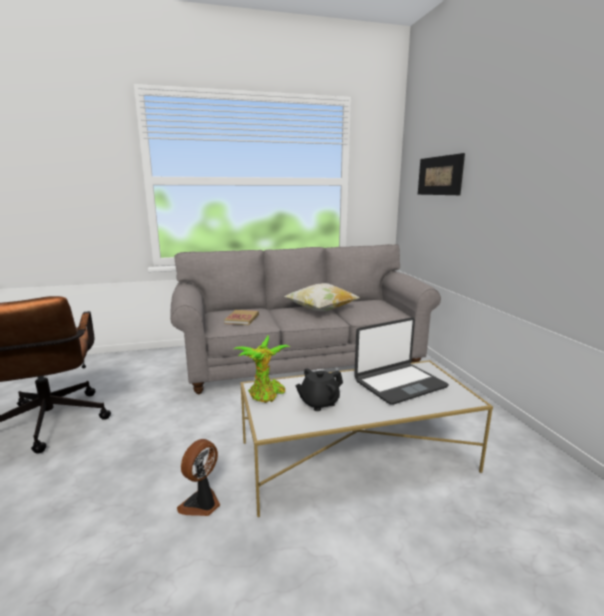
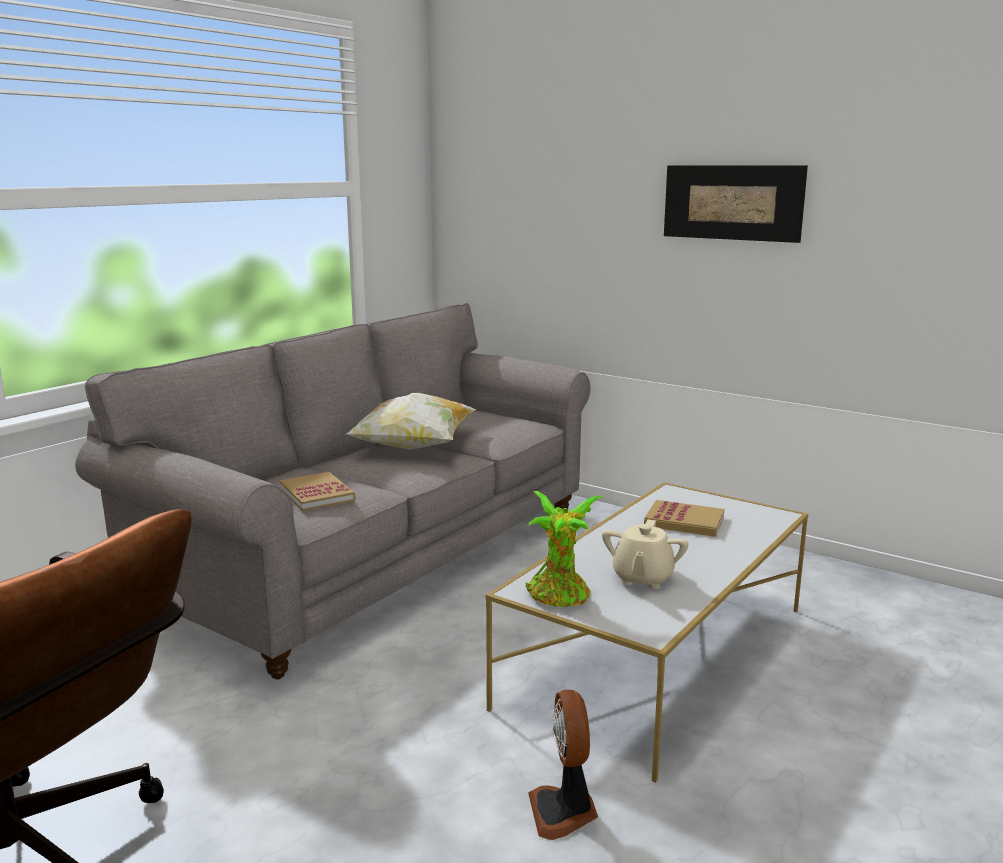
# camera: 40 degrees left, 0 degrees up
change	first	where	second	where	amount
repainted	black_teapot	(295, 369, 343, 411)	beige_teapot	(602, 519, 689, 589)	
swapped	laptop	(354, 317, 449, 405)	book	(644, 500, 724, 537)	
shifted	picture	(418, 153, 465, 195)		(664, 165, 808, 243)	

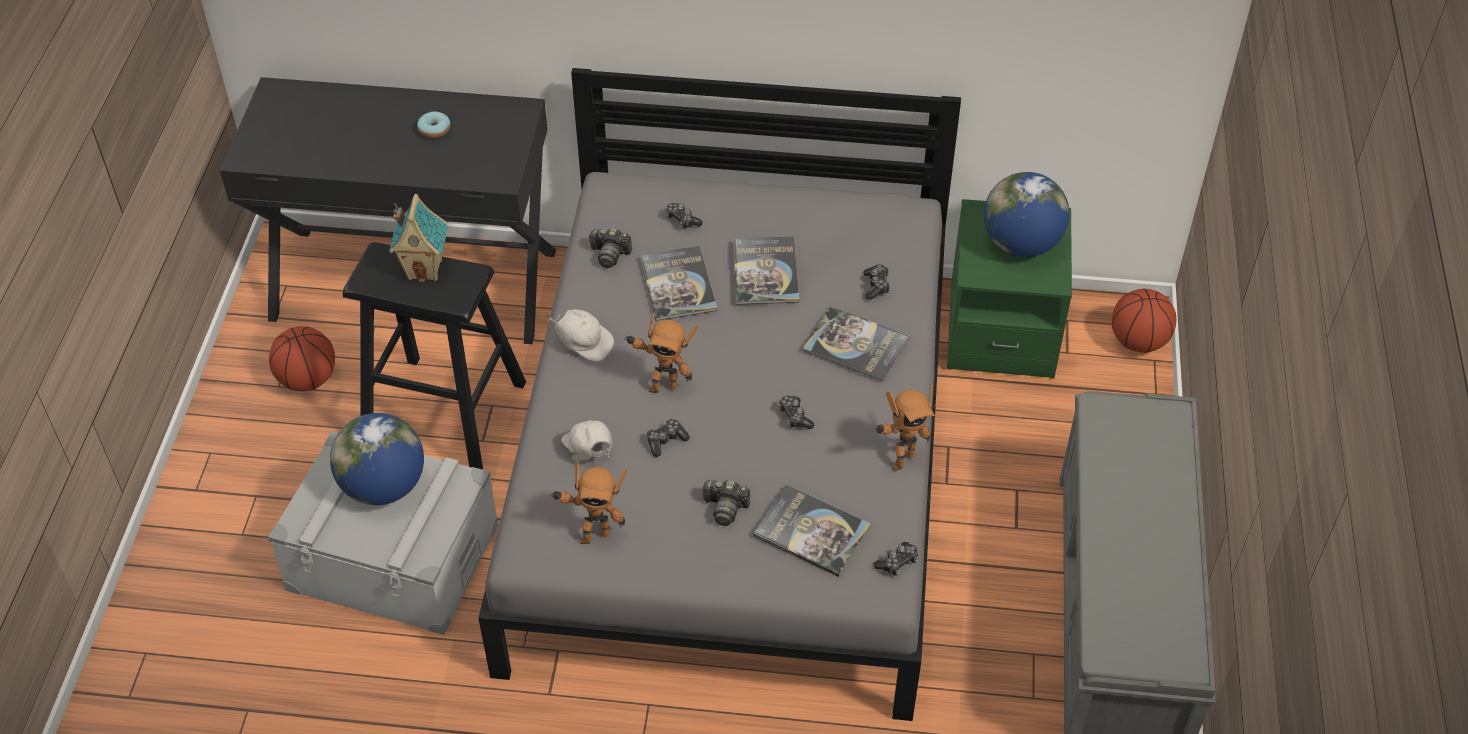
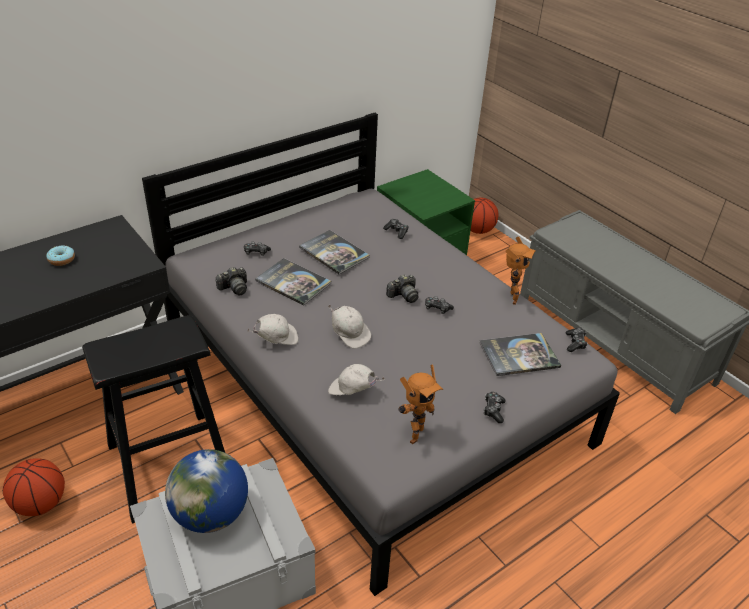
# camera: 45 degrees left, 10 degrees down
change	first	where	second	where	amount
swapped	toy_robot	(624, 312, 698, 393)	white_cap	(328, 305, 371, 349)	
shifted	photo_camera	(702, 480, 750, 526)		(386, 274, 418, 303)	
shifted	game_controller	(647, 419, 690, 457)		(484, 392, 506, 423)	
gone	toy_house	(389, 194, 448, 282)			
gone	book	(803, 306, 910, 381)			
gone	globe	(984, 172, 1069, 257)			

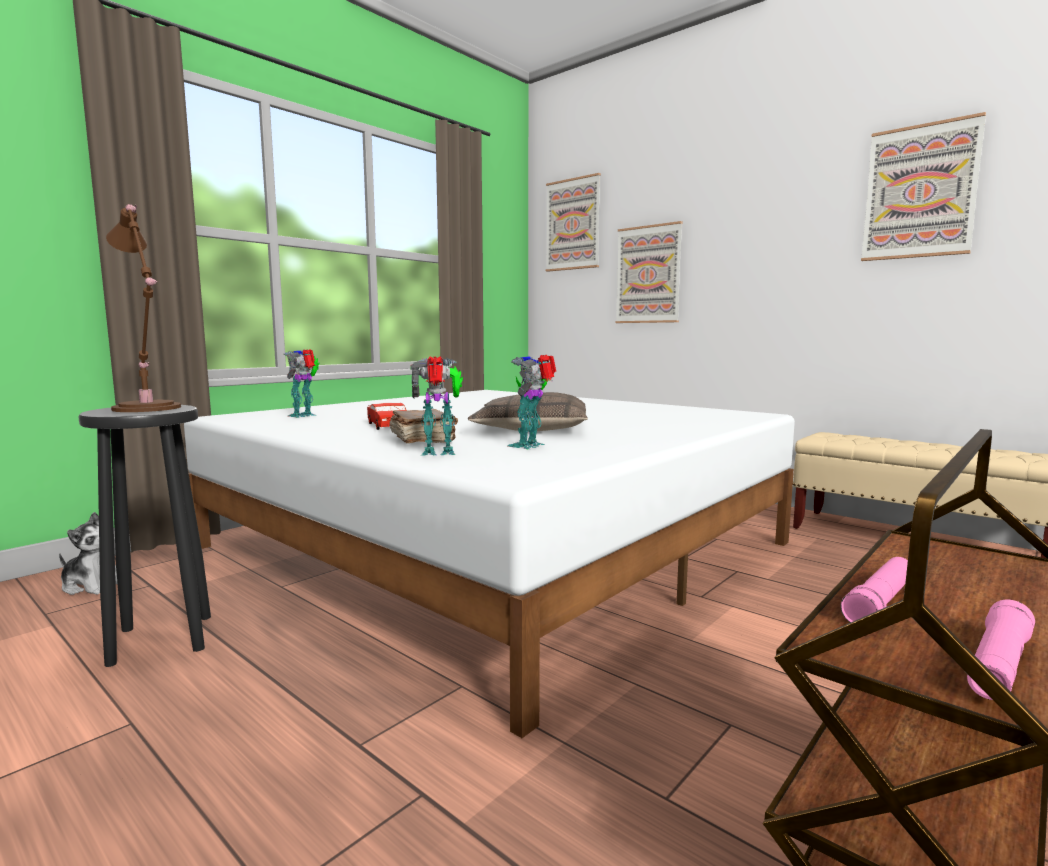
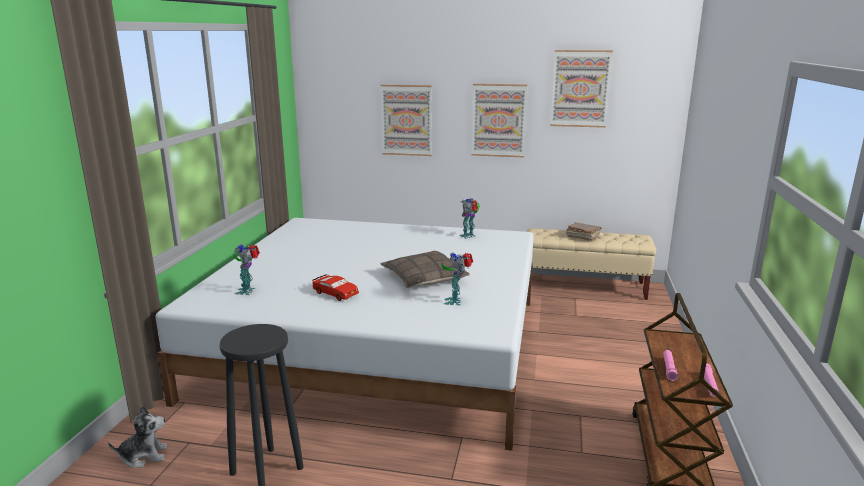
# camera: 30 degrees left, 10 degrees up
change	first	where	second	where	amount
shifted	toy_robot	(410, 357, 463, 456)		(459, 198, 480, 239)	
shifted	picture	(546, 173, 601, 272)		(472, 84, 528, 157)	
shifted	brown_book	(389, 409, 458, 443)		(566, 222, 601, 241)	
gone	brown_table_lamp	(106, 204, 181, 412)			

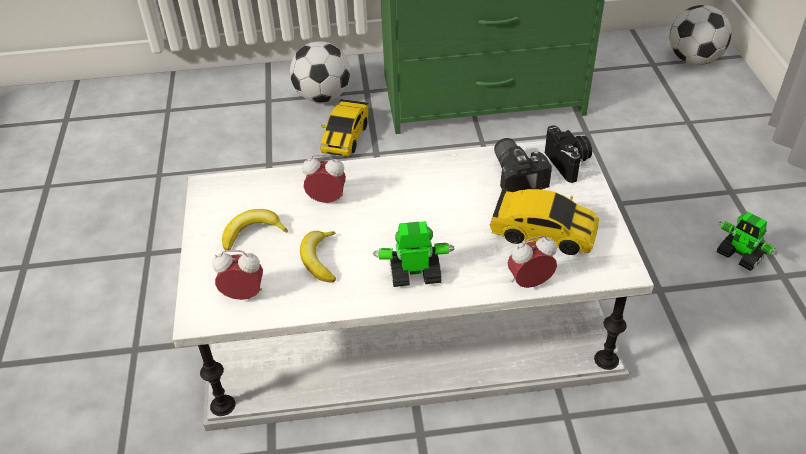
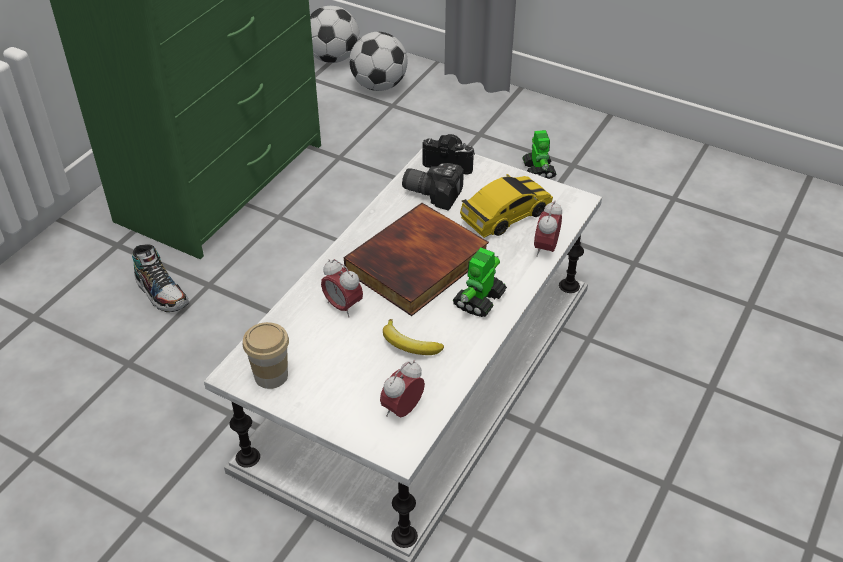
# camera: 55 degrees left, 0 degrees up
change	first	where	second	where	amount
swapped	toy_car	(320, 99, 369, 157)	shoe	(132, 244, 189, 312)	
new			cup	(243, 322, 289, 389)	
rotated	alarm_clock	(302, 155, 346, 203)		(321, 259, 363, 318)	90 degrees counterclockwise
new			book	(344, 203, 489, 316)	
shifted	football	(290, 41, 350, 103)		(350, 32, 407, 91)	
rotated	toy_robot	(716, 212, 778, 271)		(522, 130, 557, 179)	90 degrees counterclockwise
gone	banana	(222, 209, 288, 250)			

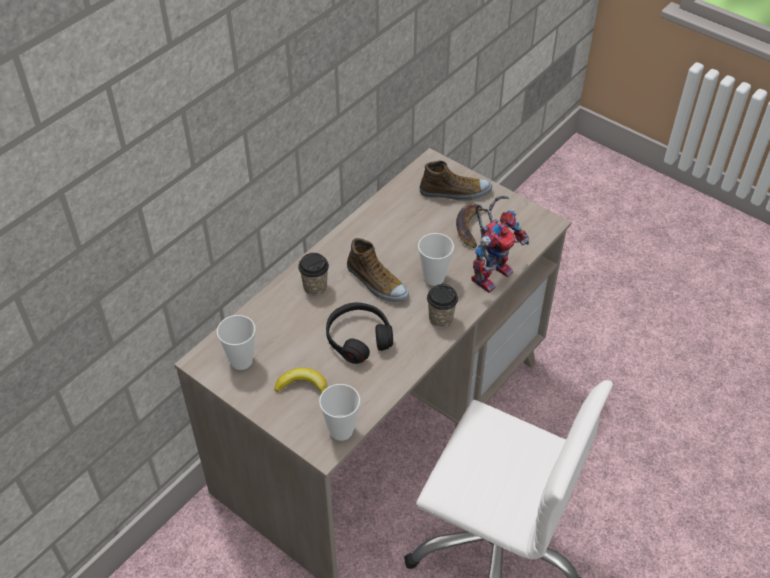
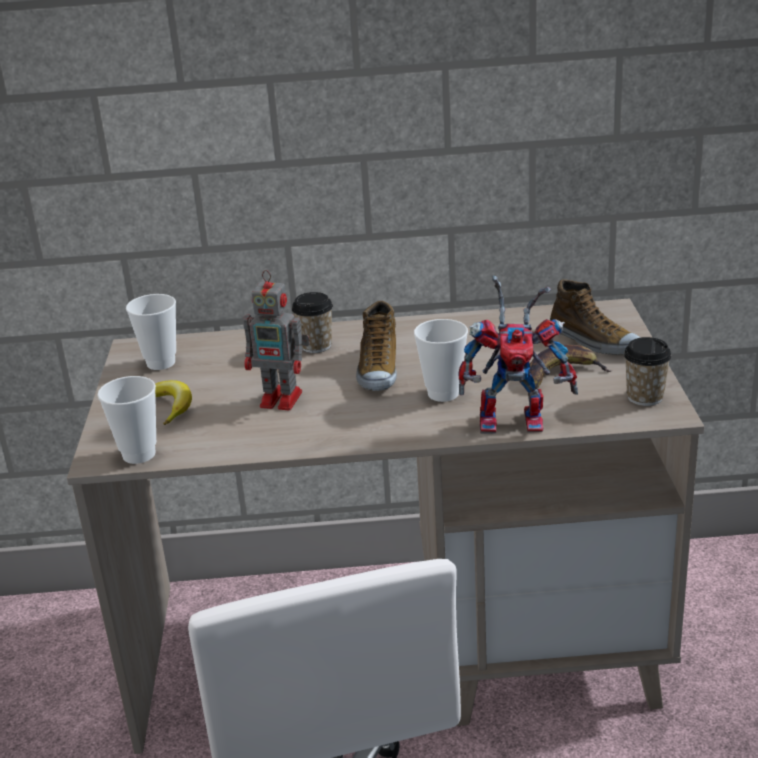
# camera: 50 degrees right, 20 degrees down
change	first	where	second	where	amount
swapped	black_headphones	(326, 303, 393, 364)	toy_robot	(243, 270, 310, 410)	
shifted	cup	(427, 284, 458, 328)		(624, 337, 672, 406)	

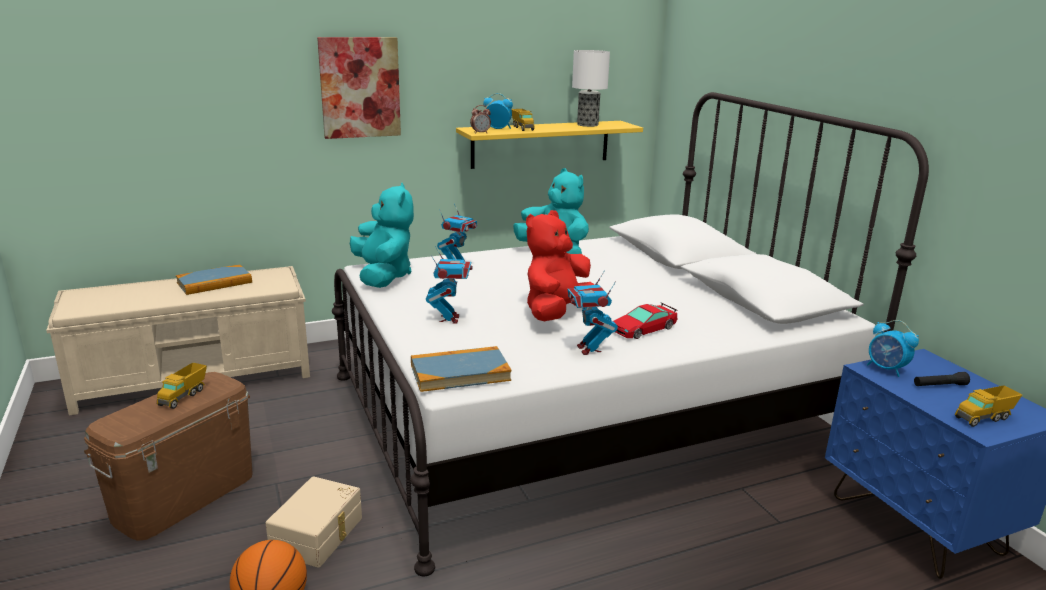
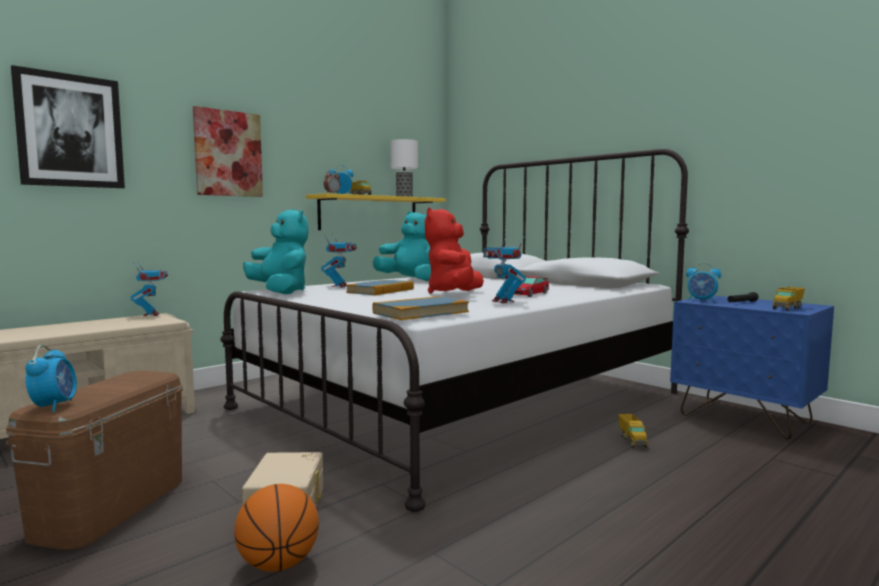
# camera: 20 degrees left, 15 degrees down
change	first	where	second	where	amount
new			picture	(11, 65, 125, 188)	
new			alarm_clock	(26, 345, 77, 412)	
shifted	toy_robot	(426, 246, 473, 324)		(131, 261, 168, 316)	
shifted	book	(176, 264, 252, 295)		(346, 280, 414, 295)	
shifted	toy_truck	(157, 363, 207, 409)		(618, 414, 648, 448)	

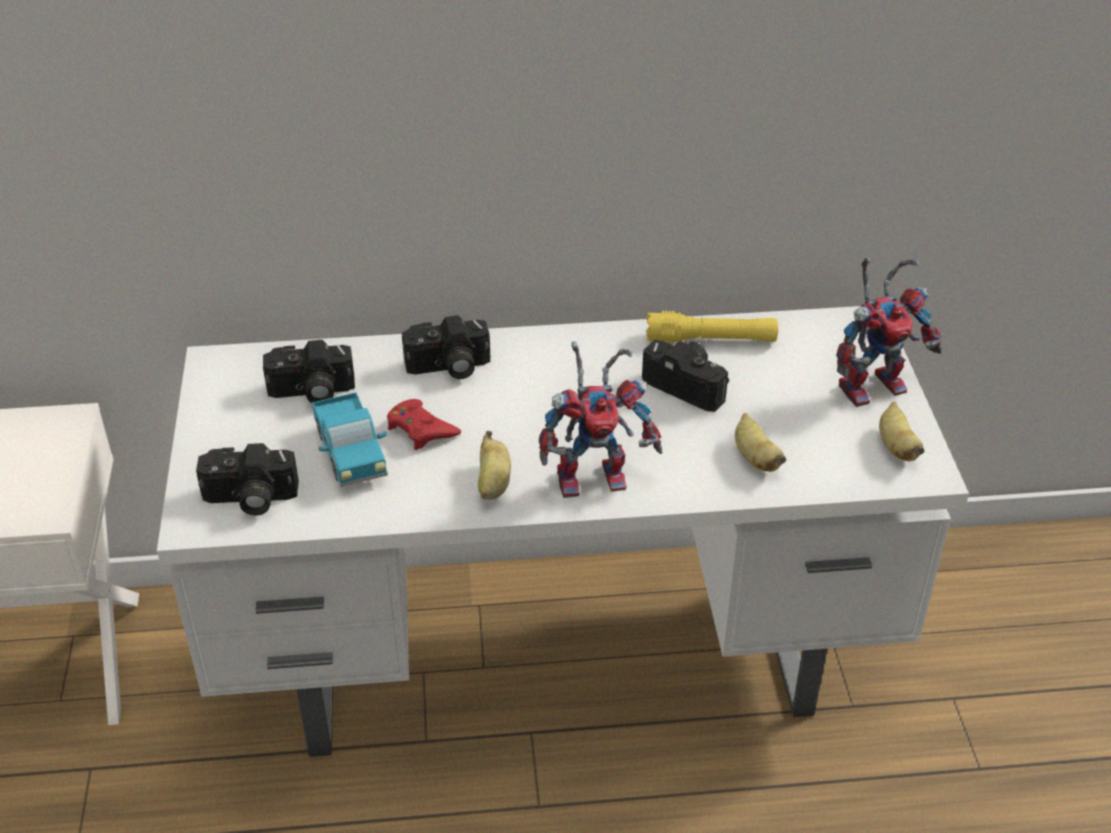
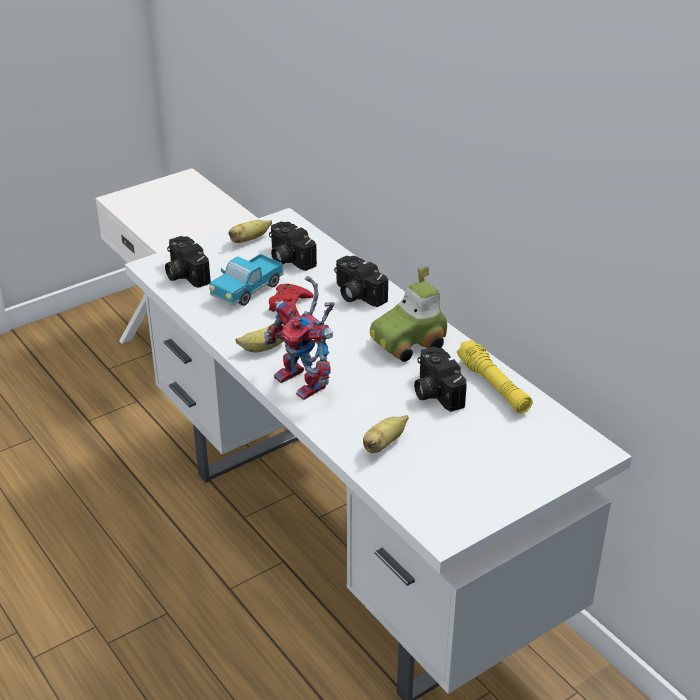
# camera: 60 degrees right, 5 degrees down
change	first	where	second	where	amount
shifted	banana	(879, 402, 925, 461)		(229, 220, 272, 243)	
new			toy_car	(370, 266, 447, 362)	
rotated	photo_camera	(642, 340, 729, 412)		(414, 346, 467, 412)	150 degrees clockwise
gone	toy_robot	(836, 257, 942, 407)			

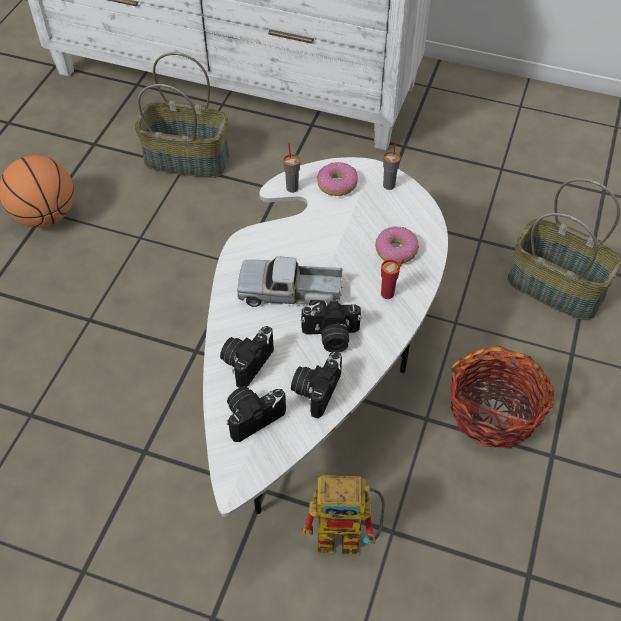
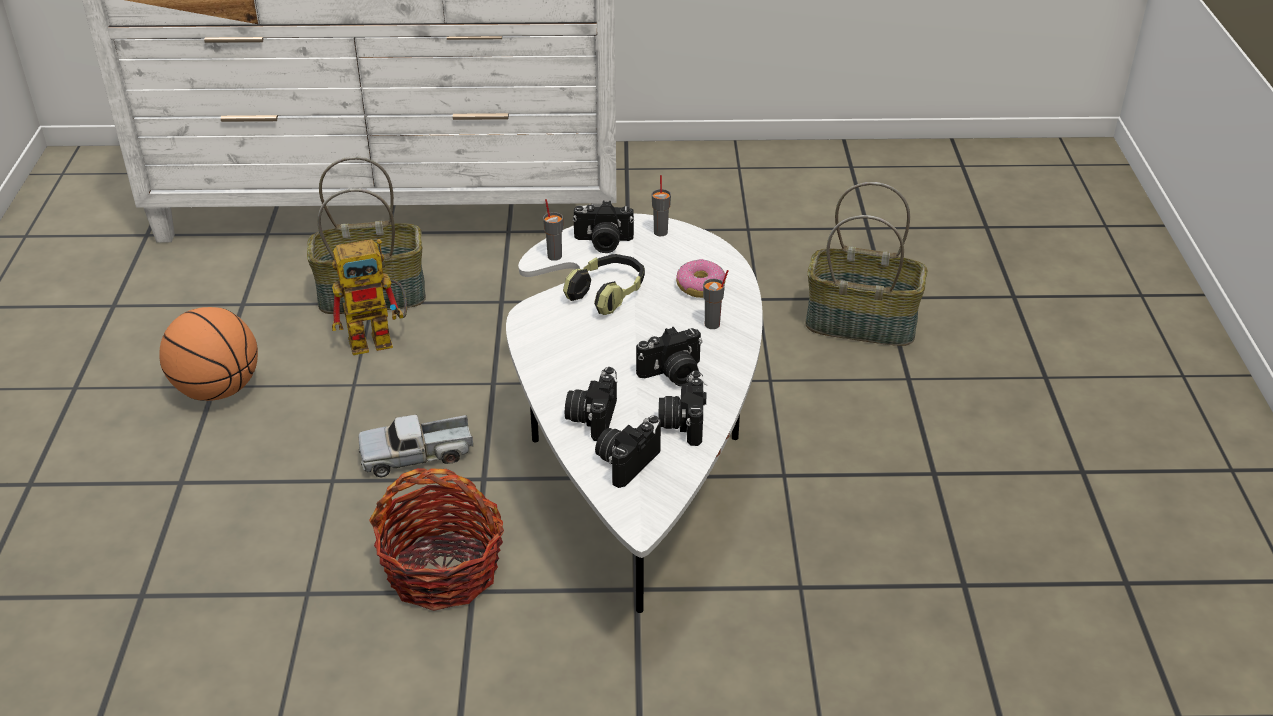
# camera: 20 degrees left, 15 degrees down
change	first	where	second	where	amount
shifted	toy_robot	(302, 475, 385, 555)		(332, 239, 407, 355)	
shifted	toy_truck	(237, 256, 343, 307)		(359, 415, 473, 478)	
shifted	basket	(450, 346, 555, 449)		(370, 468, 504, 611)	
new			headphones	(563, 254, 645, 315)	
swapped	donut	(317, 162, 358, 196)	photo_camera	(572, 201, 634, 253)	
repainted	red_cup	(381, 259, 404, 299)	grey_cup	(703, 270, 729, 329)	

